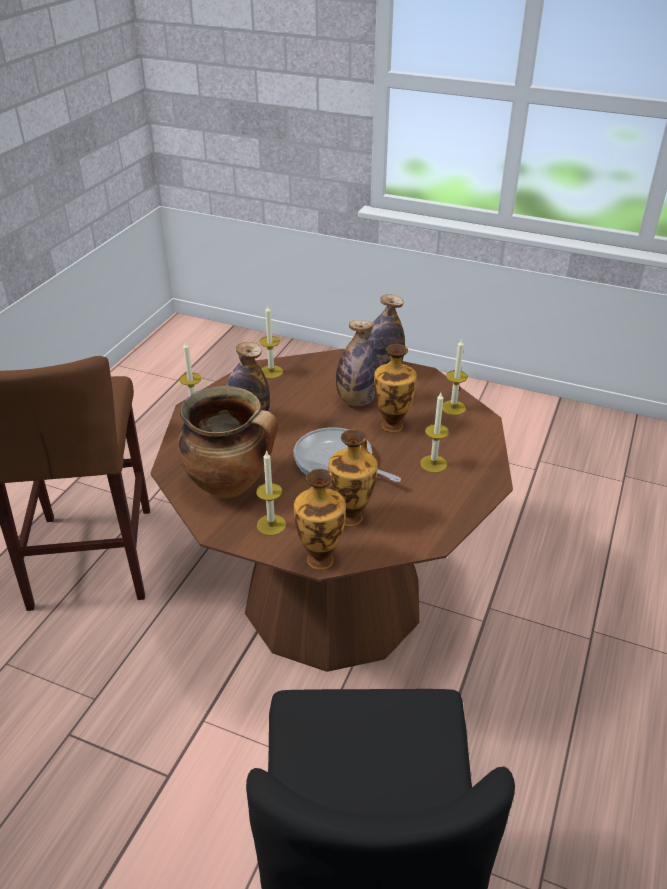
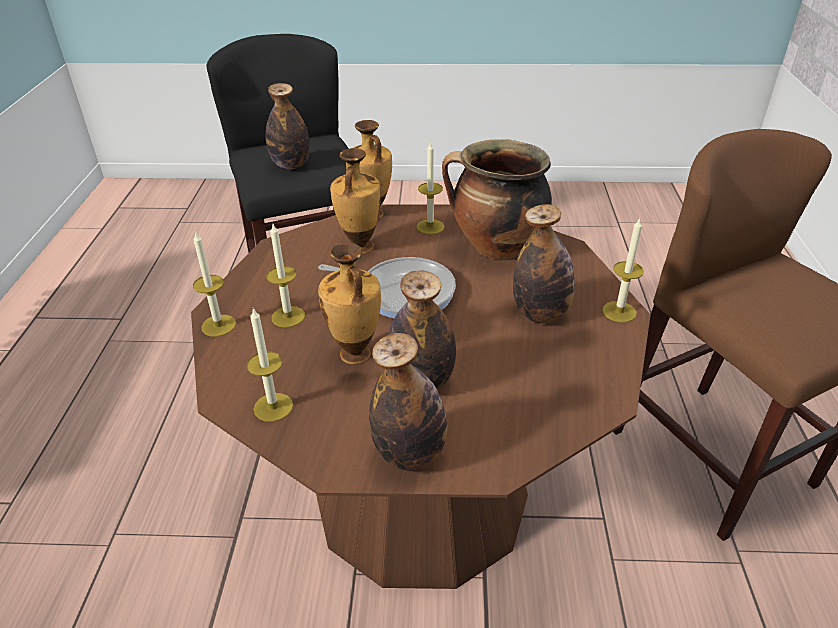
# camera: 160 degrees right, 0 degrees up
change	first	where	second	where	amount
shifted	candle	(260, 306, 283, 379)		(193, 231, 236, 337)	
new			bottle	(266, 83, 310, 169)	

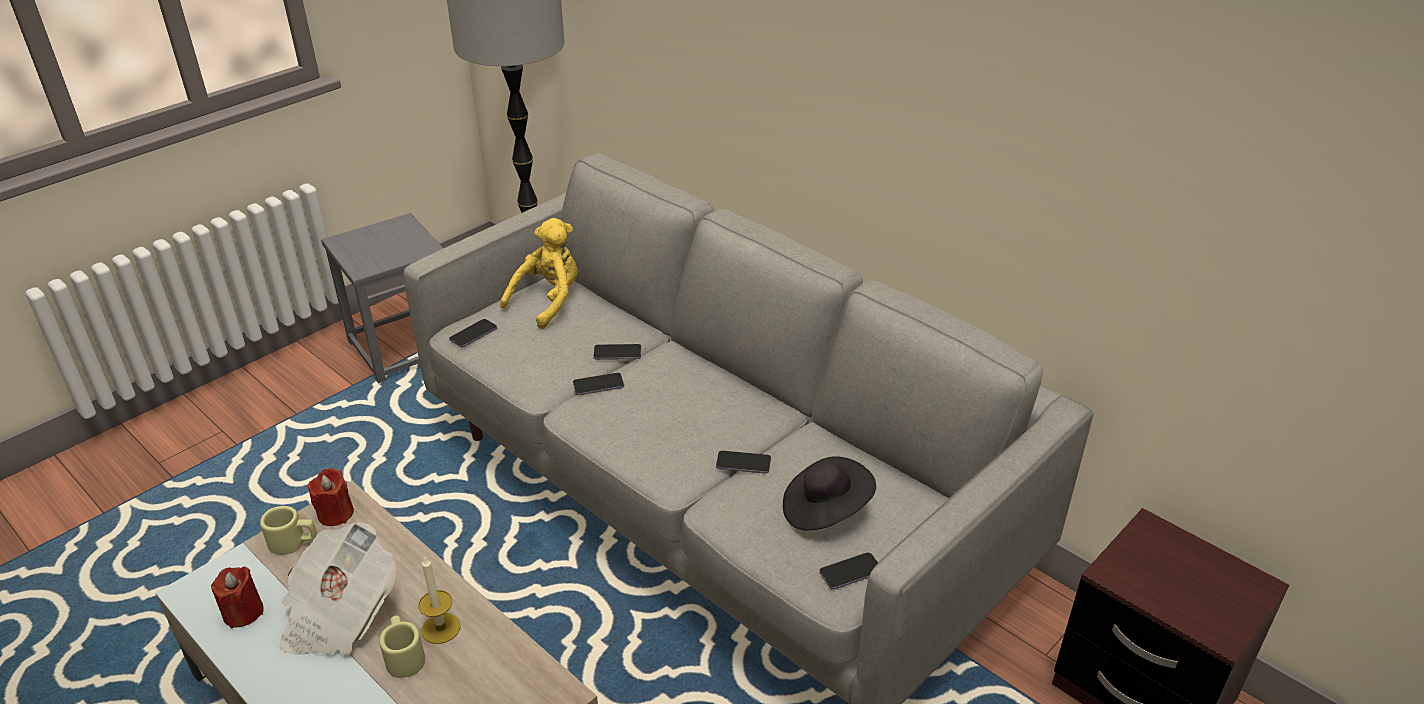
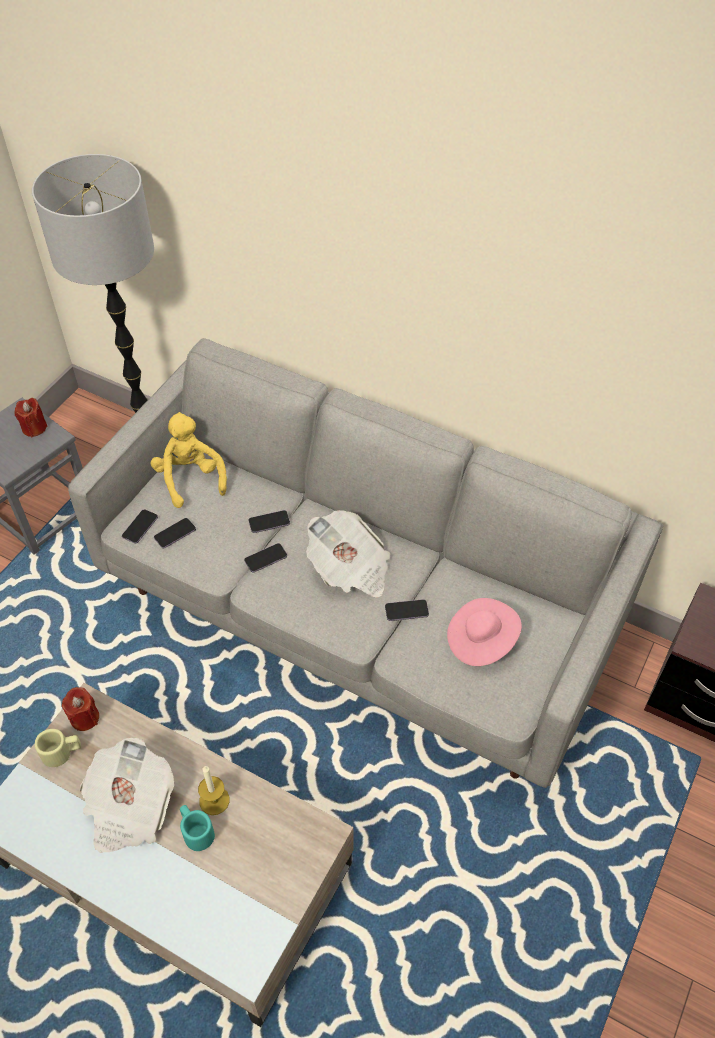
# camera: 15 degrees left, 15 degrees up
change	first	where	second	where	amount
shifted	red_candle	(211, 567, 264, 628)		(14, 398, 48, 437)	
rotated	yellow_plush_toy	(500, 218, 578, 329)		(151, 412, 227, 508)	45 degrees counterclockwise
shifted	phone	(819, 552, 878, 590)		(154, 518, 196, 548)	
repainted	beige_mug	(379, 616, 425, 678)	turquoise_mug	(180, 805, 215, 851)	
new			newspaper	(306, 510, 390, 597)	
repainted	black_hat	(783, 456, 876, 530)	pink_hat	(447, 598, 522, 666)	

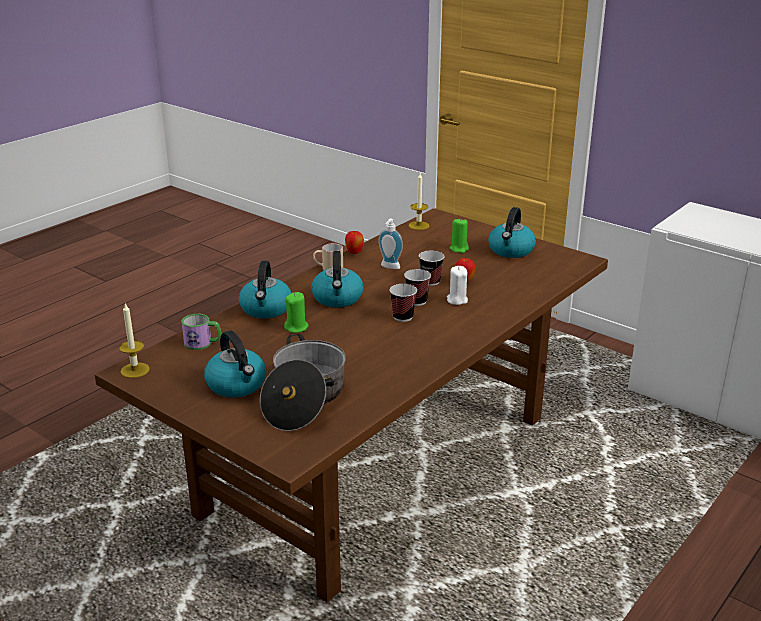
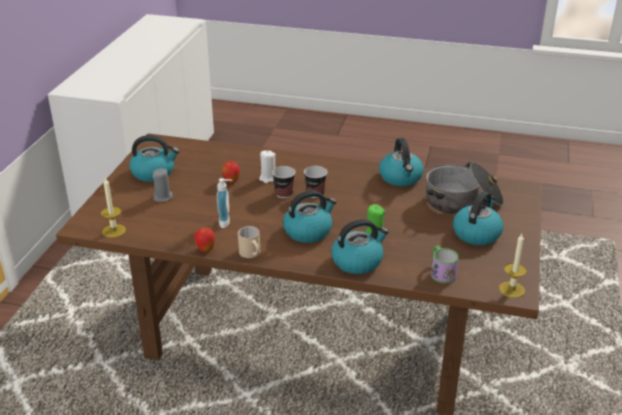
# camera: 115 degrees left, 5 degrees up
change	first	where	second	where	amount
repainted	green_candle	(450, 218, 469, 253)	grey_candle	(152, 169, 173, 202)	
new			kettle	(379, 138, 424, 186)	
gone	cup	(419, 251, 445, 286)			

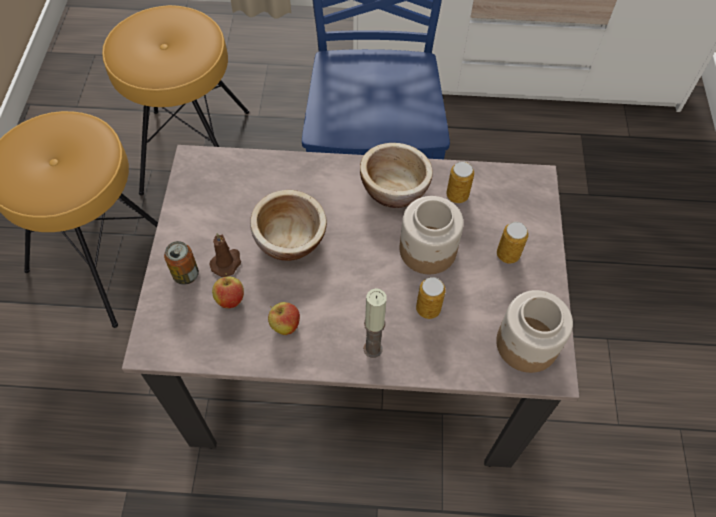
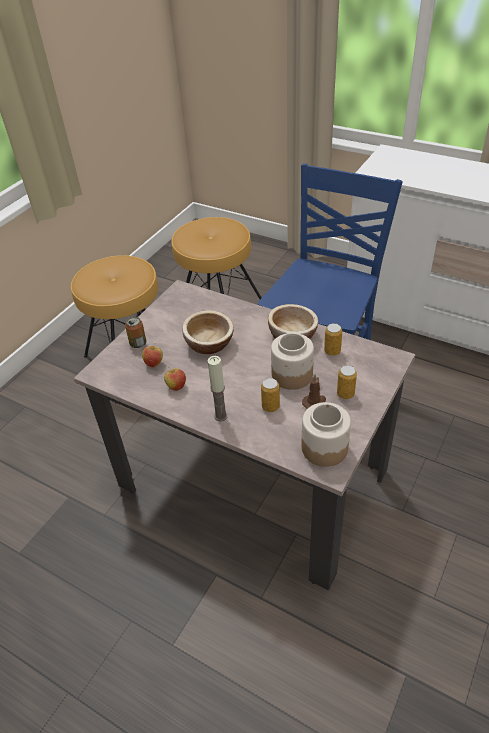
# camera: 30 degrees right, 15 degrees down
change	first	where	second	where	amount
shifted	brown_candle	(209, 233, 241, 277)		(302, 374, 326, 409)	

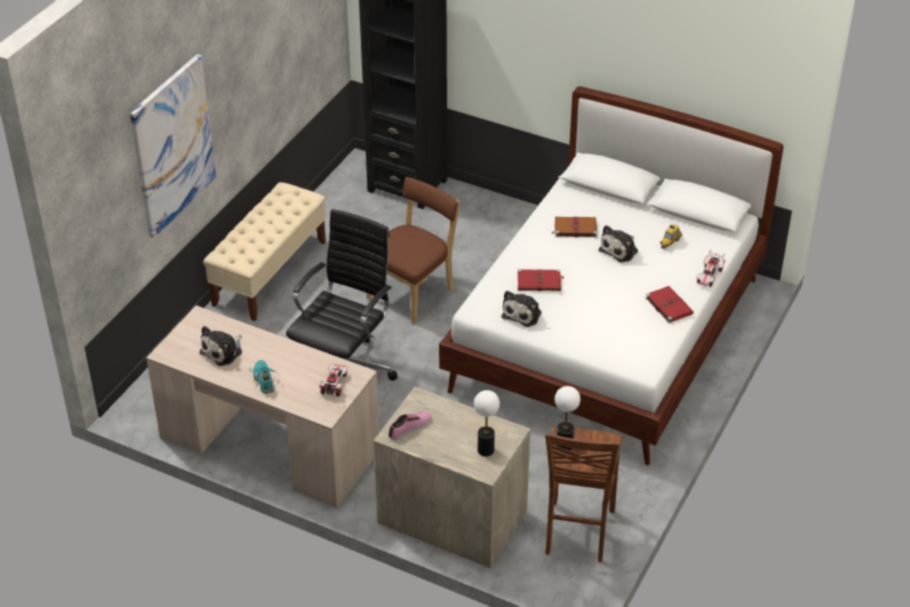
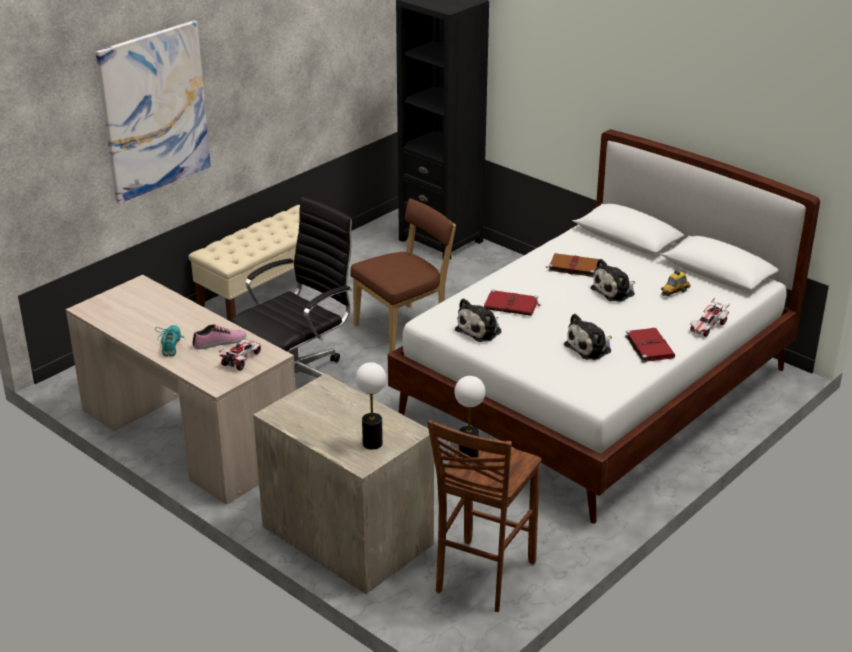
# camera: 15 degrees right, 10 degrees down
change	first	where	second	where	amount
shifted	shoe	(388, 412, 432, 440)		(193, 324, 247, 349)	
shifted	plush_toy	(200, 326, 242, 366)		(564, 313, 612, 360)	

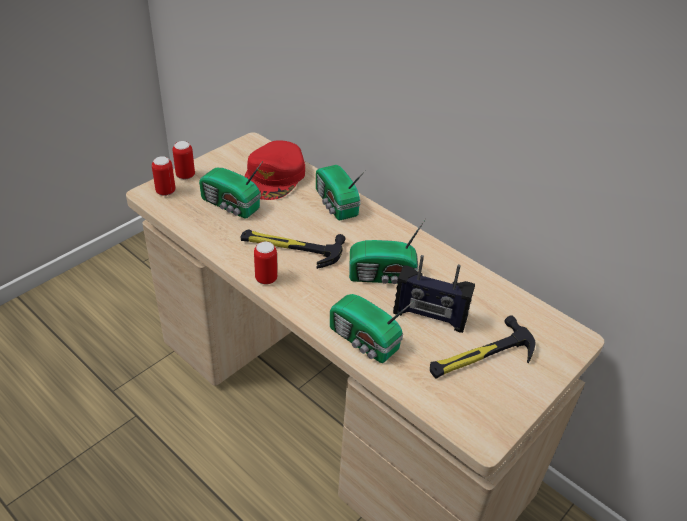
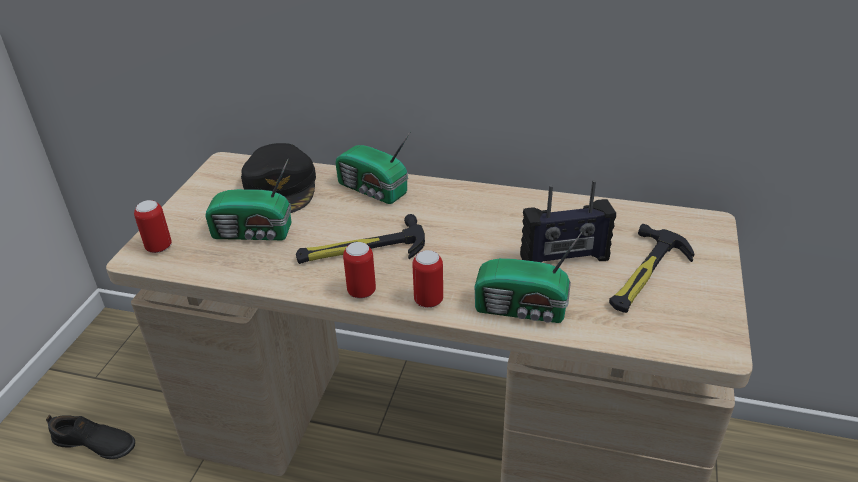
# camera: 25 degrees left, 5 degrees down
change	first	where	second	where	amount
new			black_shoe	(46, 415, 135, 459)	
repainted	red_cap	(244, 140, 305, 200)	black_cap	(241, 143, 316, 213)	
shifted	can	(173, 141, 195, 179)		(412, 250, 443, 308)	
gone	radio	(349, 218, 426, 284)			

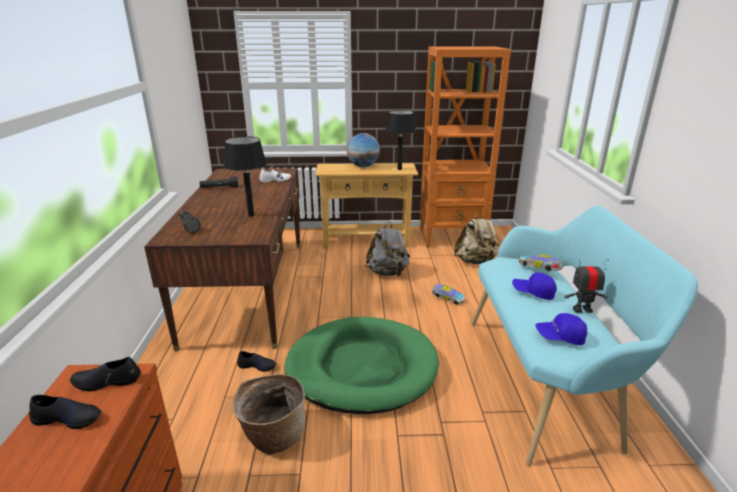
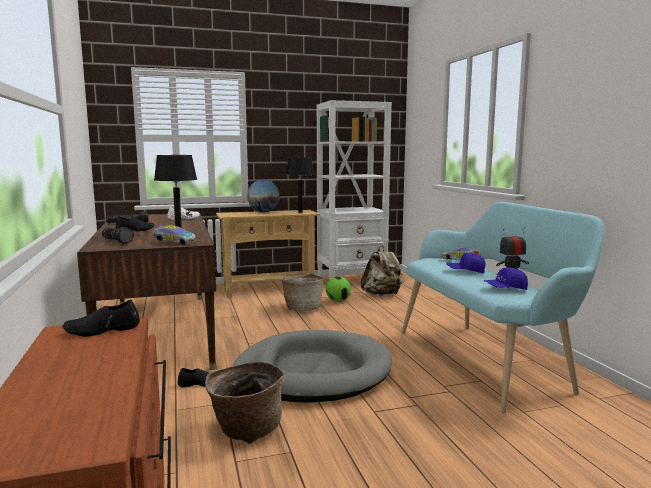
# camera: 15 degrees left, 15 degrees down
change	first	where	second	where	amount
shifted	black_shoe	(29, 395, 102, 429)		(115, 216, 155, 231)	
shifted	toy_car	(432, 284, 465, 305)		(153, 225, 196, 245)	
repainted	green_dog_bed	(284, 317, 439, 414)	grey_dog_bed	(233, 330, 392, 403)	
swapped	grey_backpack	(365, 221, 410, 277)	basket	(281, 273, 324, 311)	
repainted	orange_bookcase	(420, 46, 511, 247)	white_bookcase	(317, 100, 392, 279)	
new			football	(326, 276, 351, 302)	

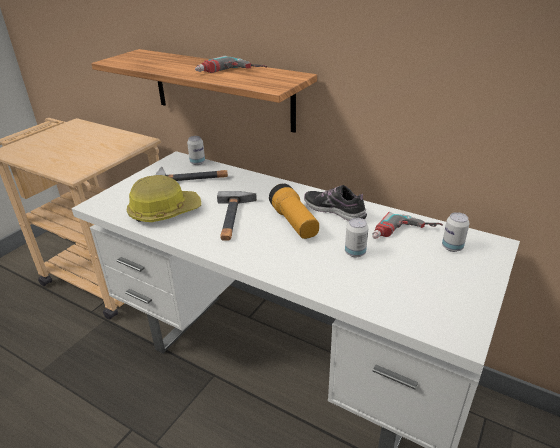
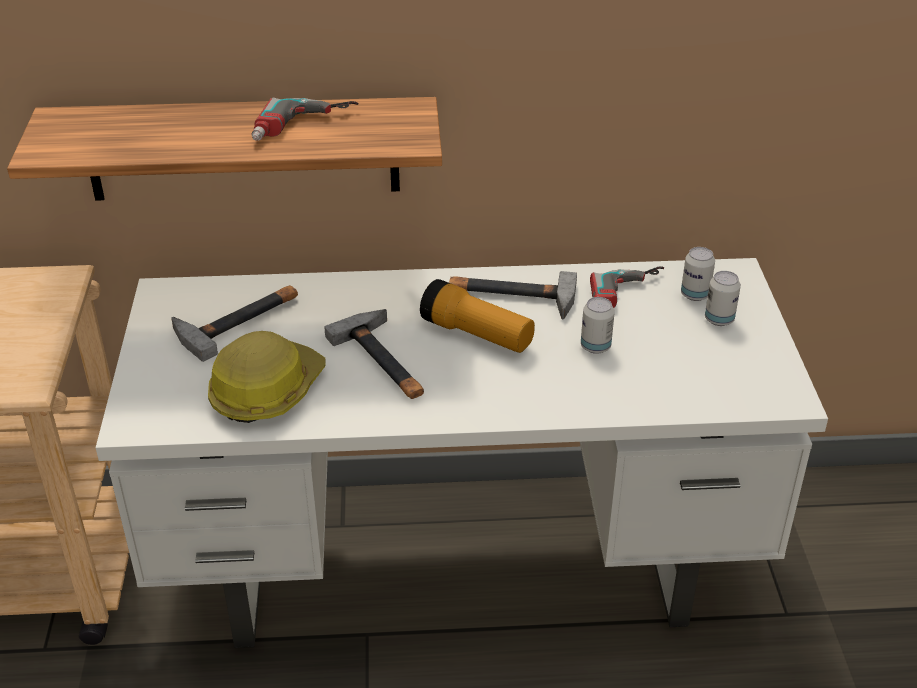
# camera: 35 degrees left, 5 degrees up
change	first	where	second	where	amount
swapped	shoe	(304, 185, 367, 221)	hammer	(449, 271, 577, 319)	
shifted	can	(187, 136, 205, 165)		(705, 271, 741, 326)	

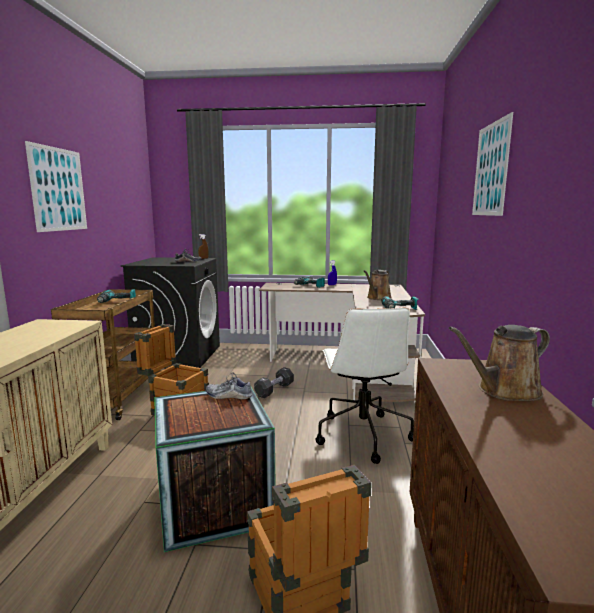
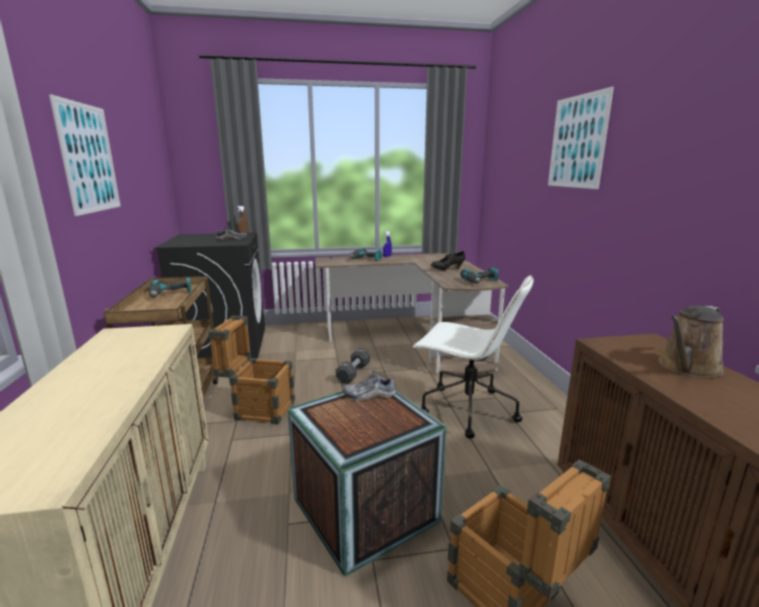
# camera: 15 degrees left, 5 degrees up
change	first	where	second	where	amount
rotated	white_office_chair	(315, 308, 414, 464)		(413, 275, 533, 439)	45 degrees counterclockwise
swapped	brown_watering_can	(364, 270, 392, 300)	black_shoe	(431, 251, 465, 270)	

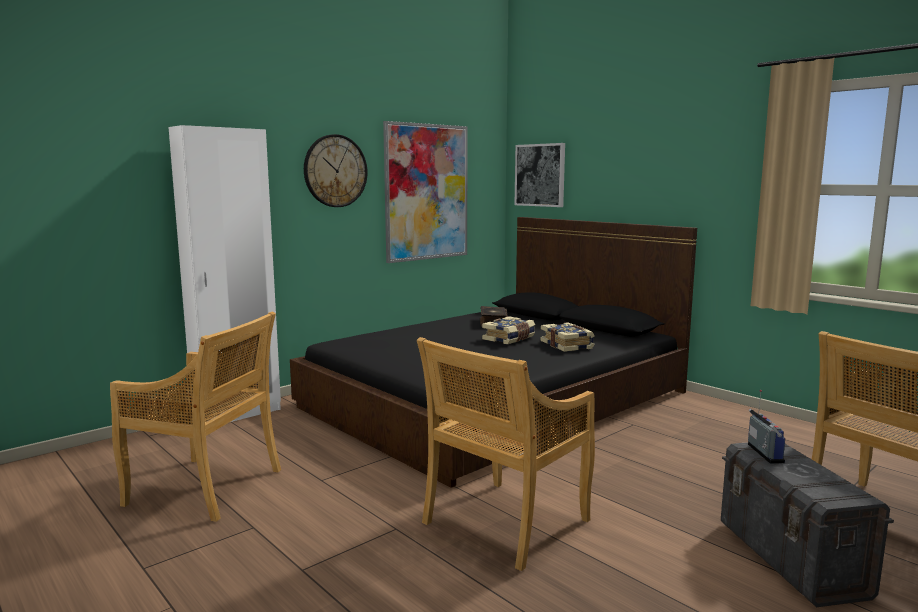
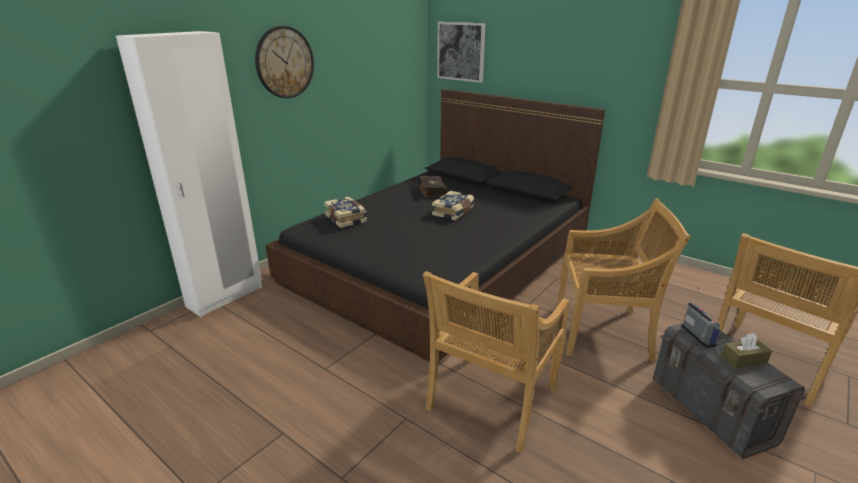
# camera: 10 degrees left, 15 degrees up
change	first	where	second	where	amount
shifted	book	(541, 322, 595, 352)		(324, 197, 367, 228)	
shifted	beige_chair	(110, 312, 281, 522)		(556, 198, 691, 362)	
new			brown_tissue_box	(721, 333, 772, 369)	
gone	picture	(383, 121, 468, 263)			

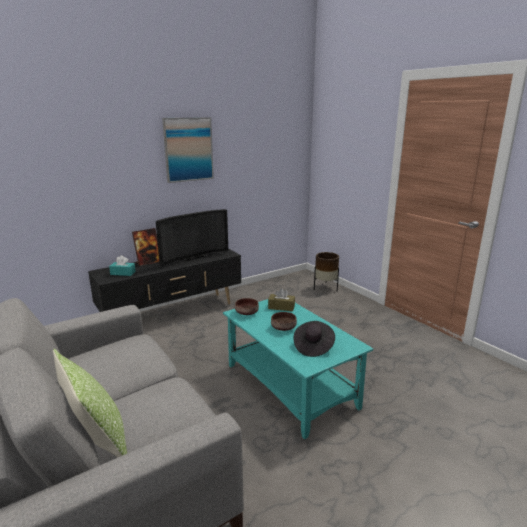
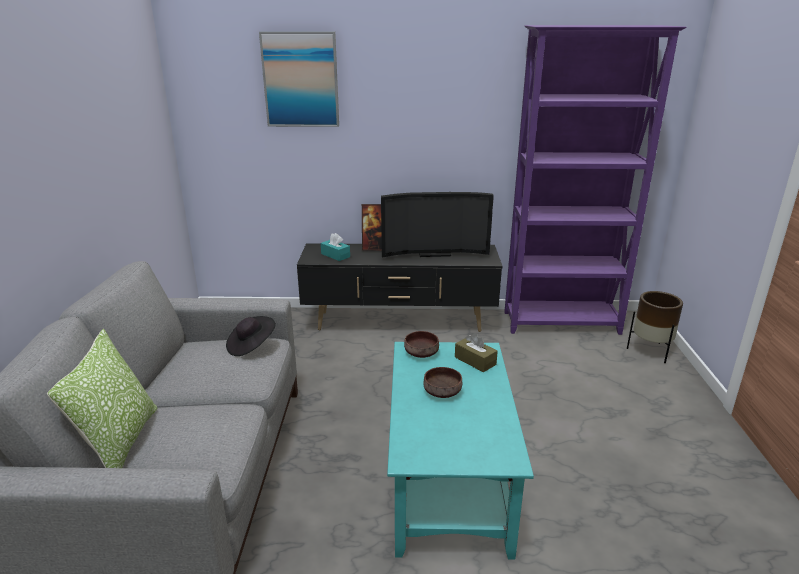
# camera: 35 degrees right, 5 degrees up
change	first	where	second	where	amount
shifted	black_hat	(294, 321, 335, 357)		(226, 316, 276, 356)	
shifted	picture	(162, 117, 214, 183)		(259, 31, 339, 127)	
new			purple_bookcase	(504, 25, 687, 335)	

